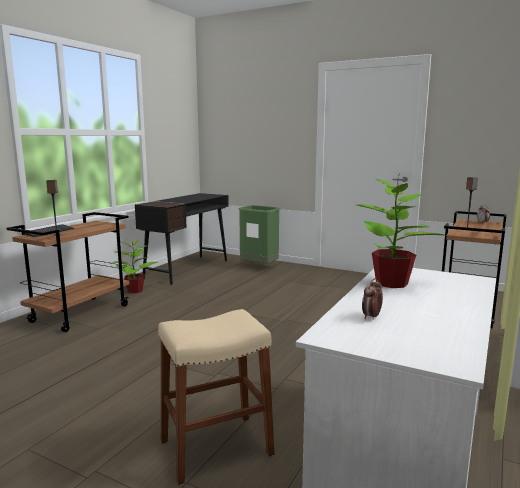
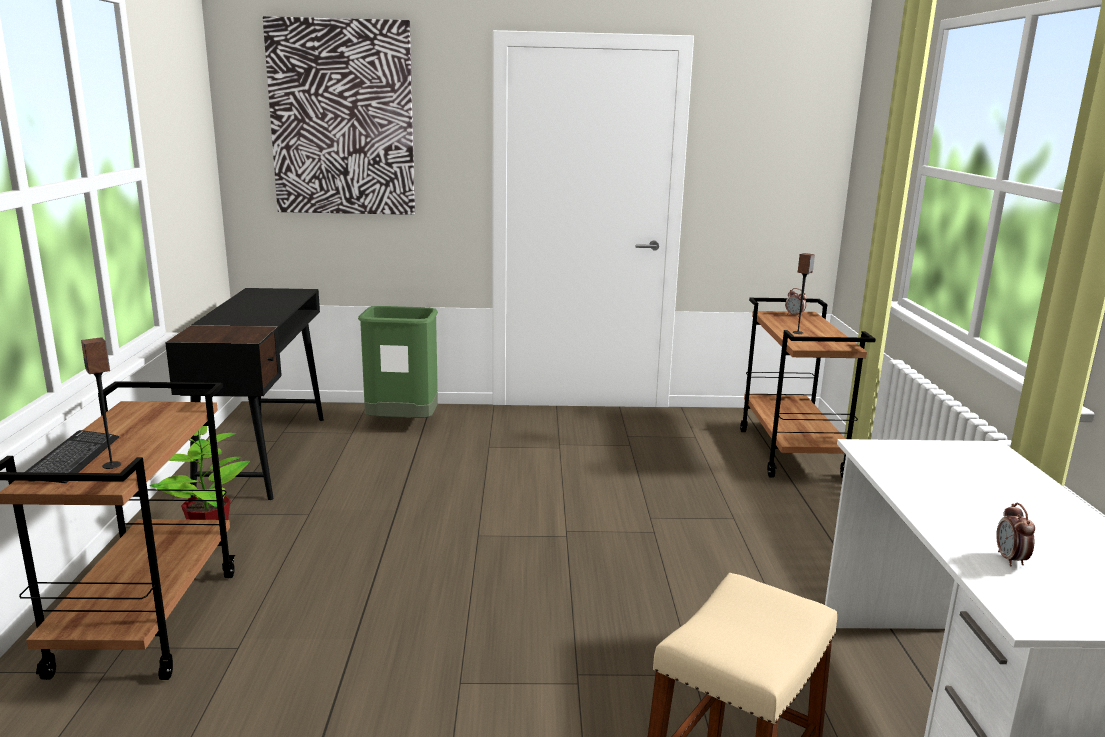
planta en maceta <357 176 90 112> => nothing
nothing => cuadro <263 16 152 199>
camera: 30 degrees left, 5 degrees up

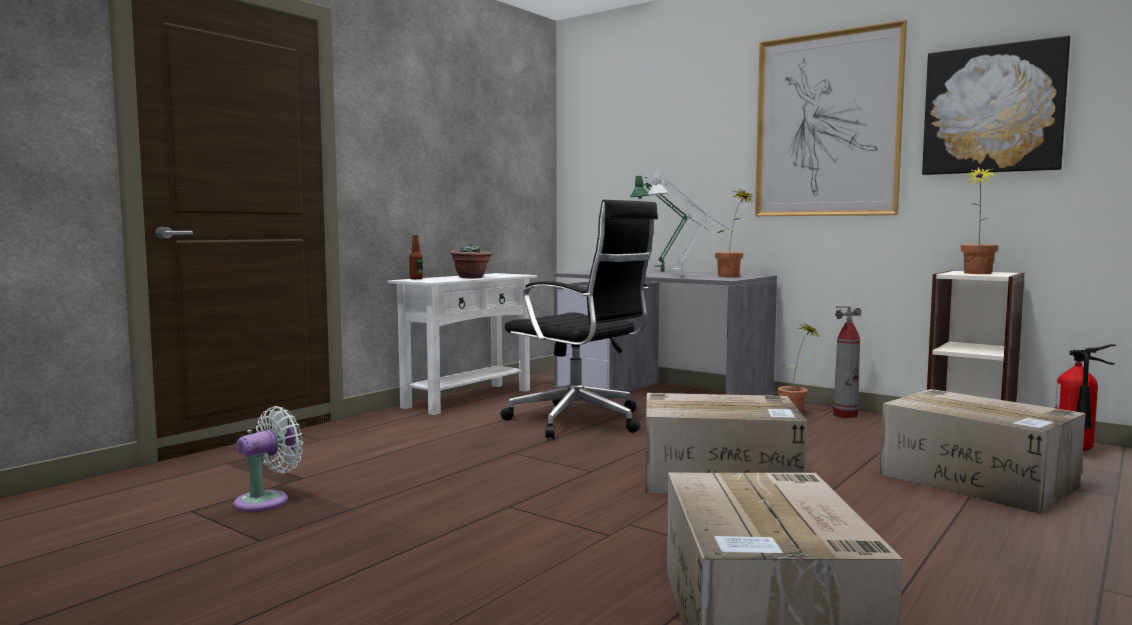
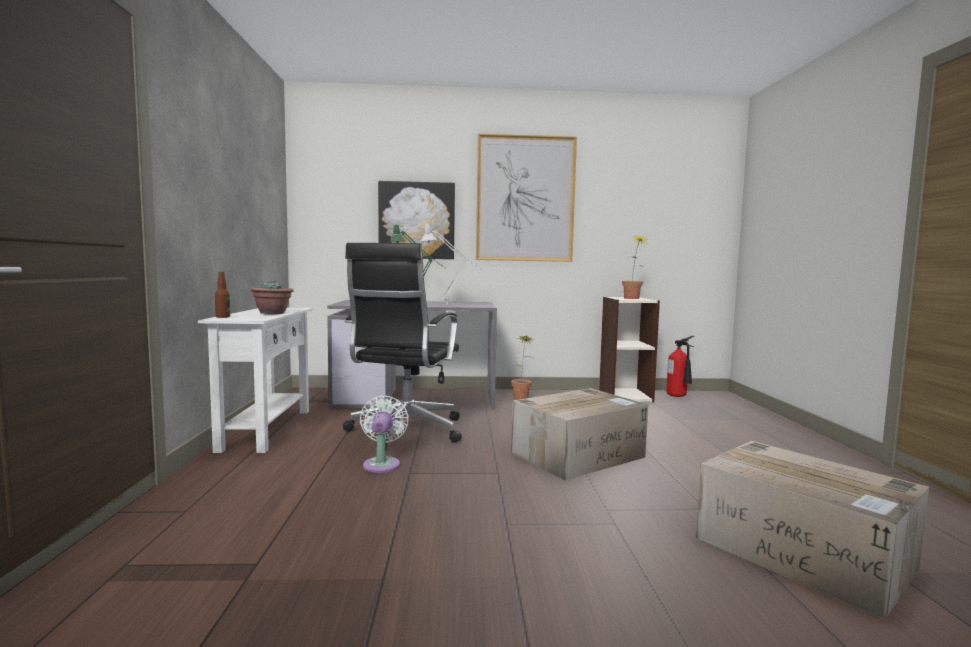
cuadro <922 36 149 139> => cuadro <378 181 77 78>, moved
planta en maceta <715 189 38 88> => nothing
silla de oficina (negro) <500 200 158 238> => silla de oficina (negro) <343 243 119 206>, 105 degrees clockwise
extintor <833 306 28 112> => nothing
caja de cartón <880 389 206 125> => nothing
ventilador (blanco) <234 406 69 106> => ventilador (blanco) <360 395 49 78>, moved
camera: 40 degrees left, 0 degrees up

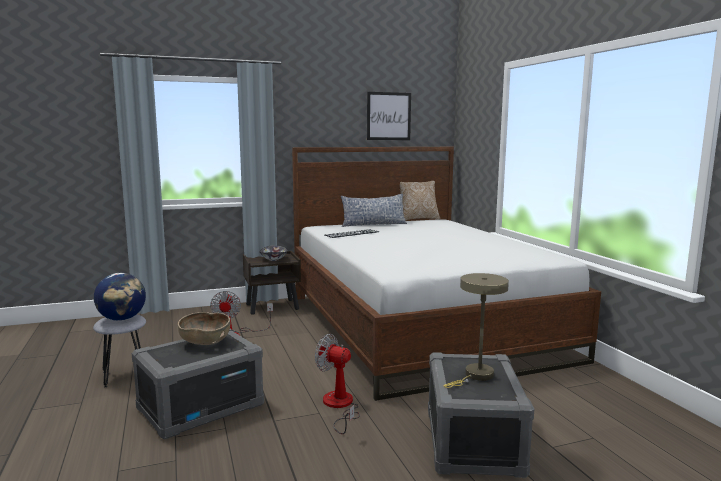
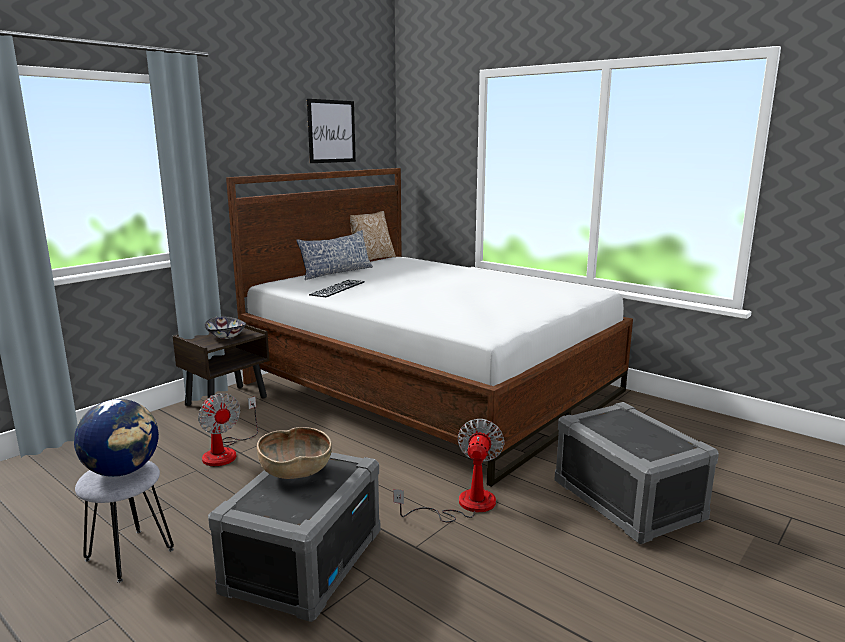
lámpara de mesa (beis) <444 273 65 115> => nothing
ventilador <315 334 45 100> => ventilador <393 419 112 103>, 105 degrees clockwise
camera: 30 degrees left, 5 degrees up

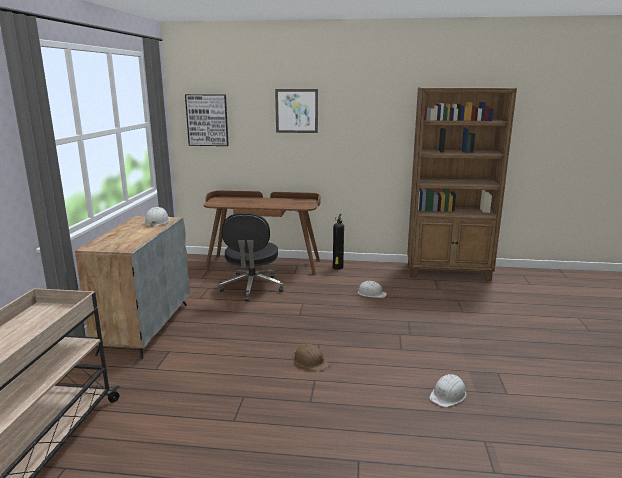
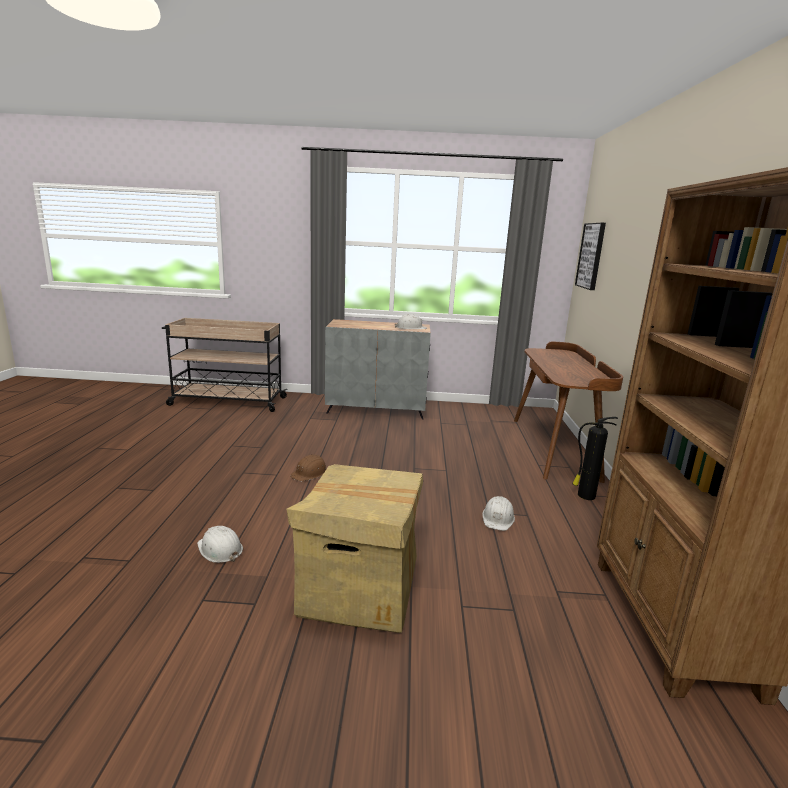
cuadro <275 89 43 44> => nothing
silla de oficina (negro) <218 213 67 89> => nothing
nothing => caja de cartón <286 464 137 169>
camera: 85 degrees right, 0 degrees up

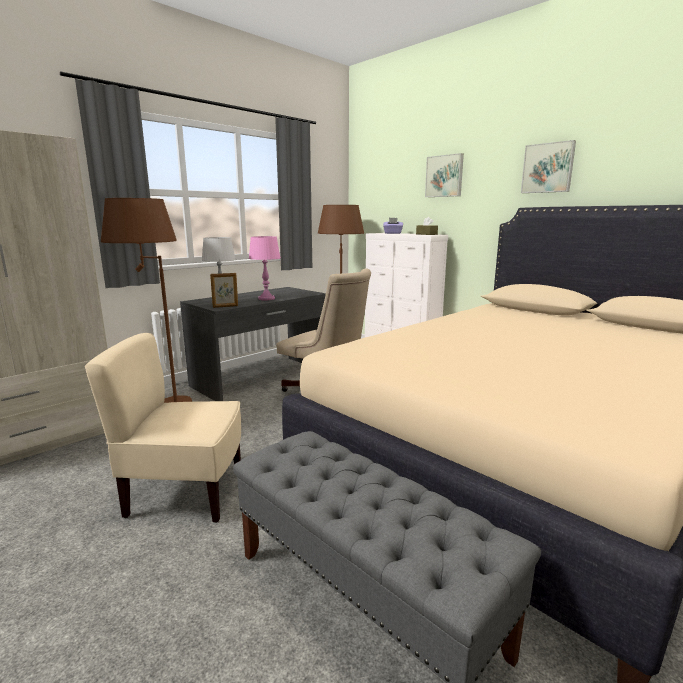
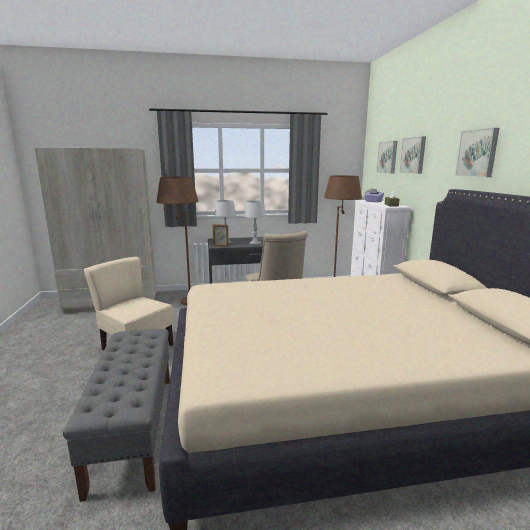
lámpara de mesa (rosa) <249 236 31 64> => lámpara de mesa (gris) <244 201 22 44>
nothing => cuadro <377 141 20 33>
camera: 35 degrees right, 0 degrees up

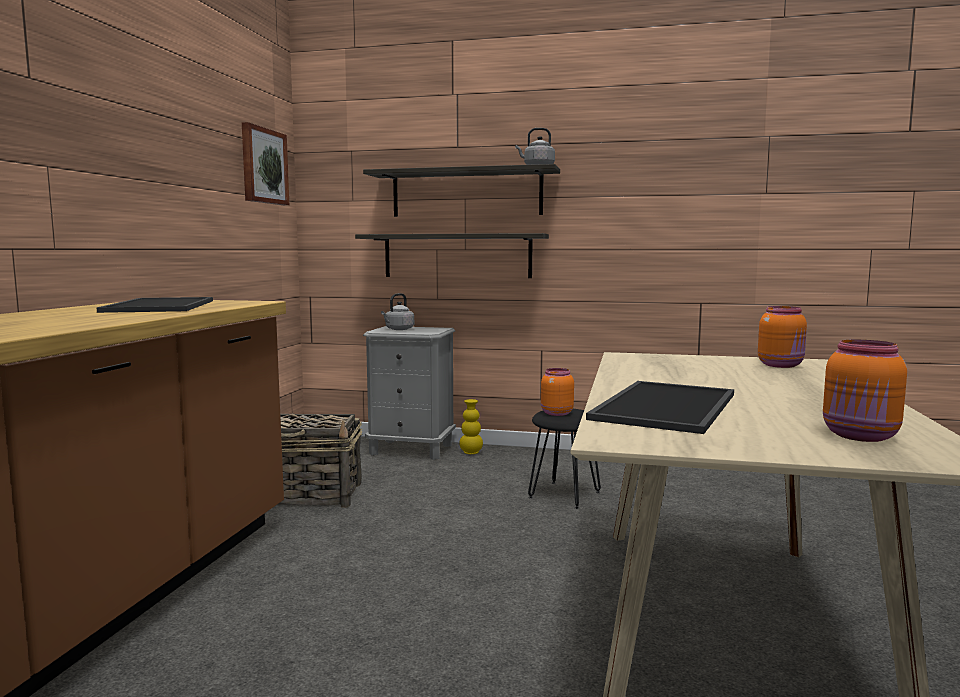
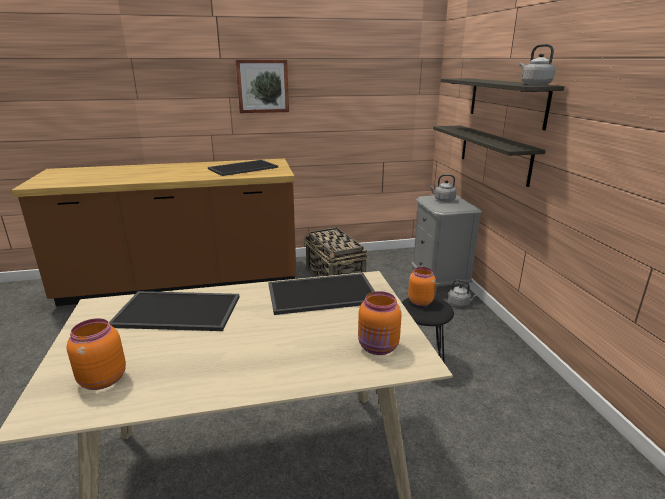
cuadro <242 122 47 83> => cuadro <236 60 53 53>, moved
florero (amarillo) <459 399 24 55> => hervidor (gris) <448 280 30 27>
nothing => bandeja <268 273 107 42>
camera: 65 degrees right, 15 degrees up

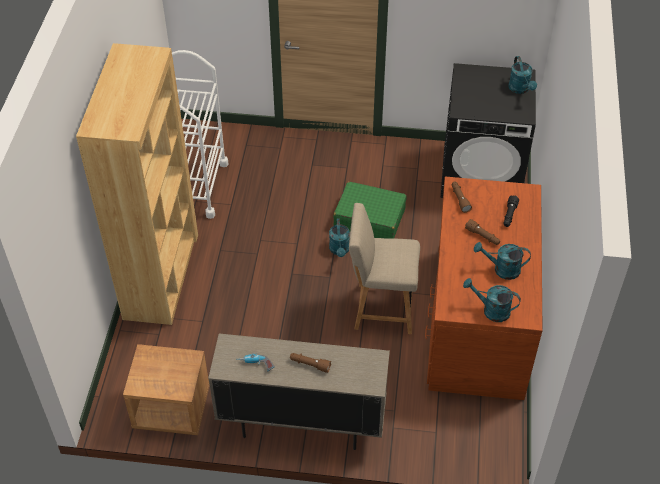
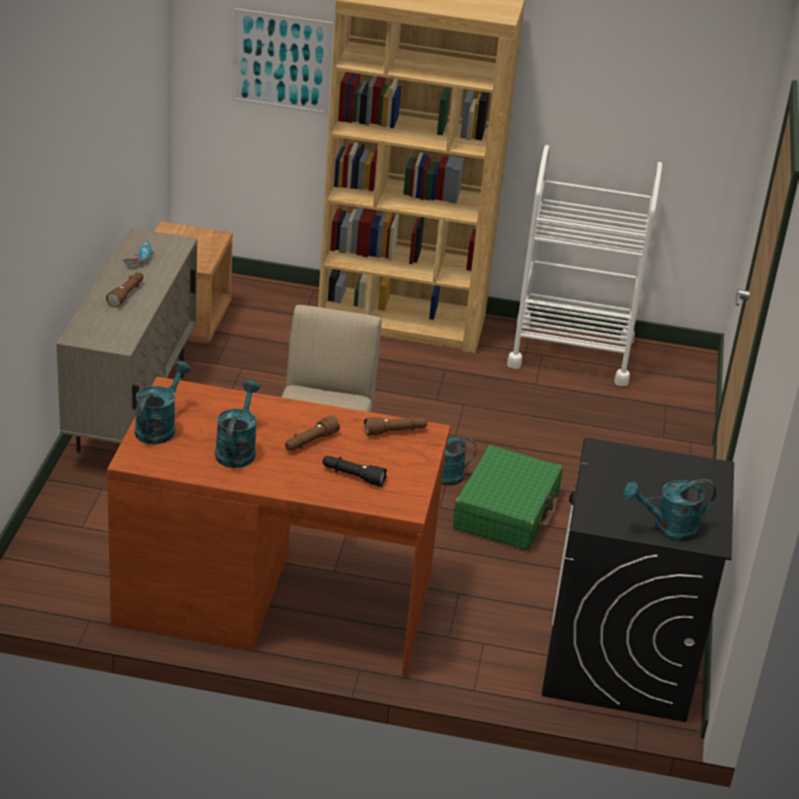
nothing => cuadro <232 8 101 107>
camera: 90 degrees right, 15 degrees down

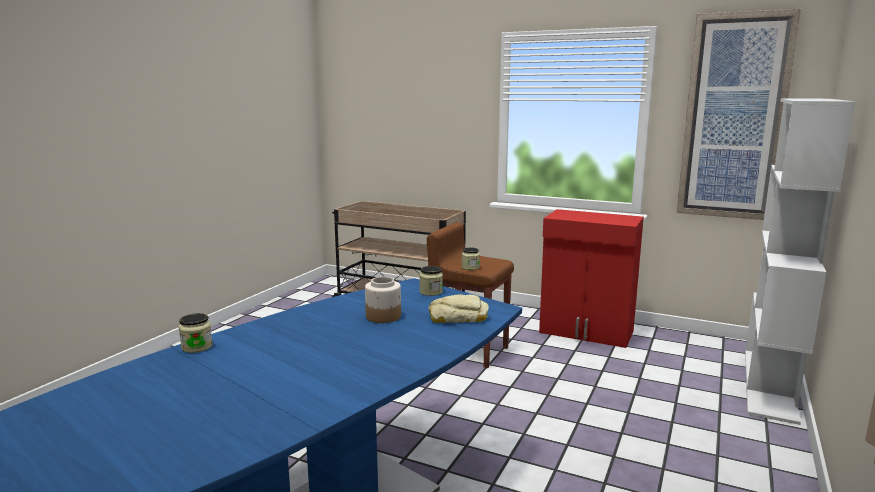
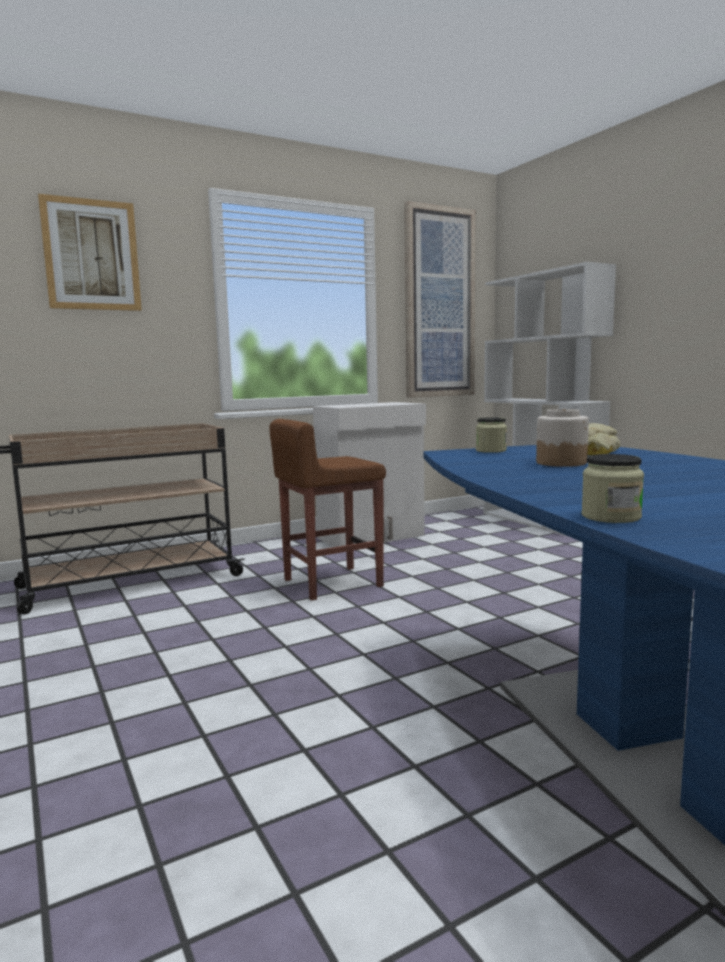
armario (rojo) <539 209 105 139> => armario (blanco) <313 402 113 145>
tarro <462 247 18 23> => nothing
nothing => cuadro <38 194 104 117>
camera: 55 degrees left, 5 degrees down

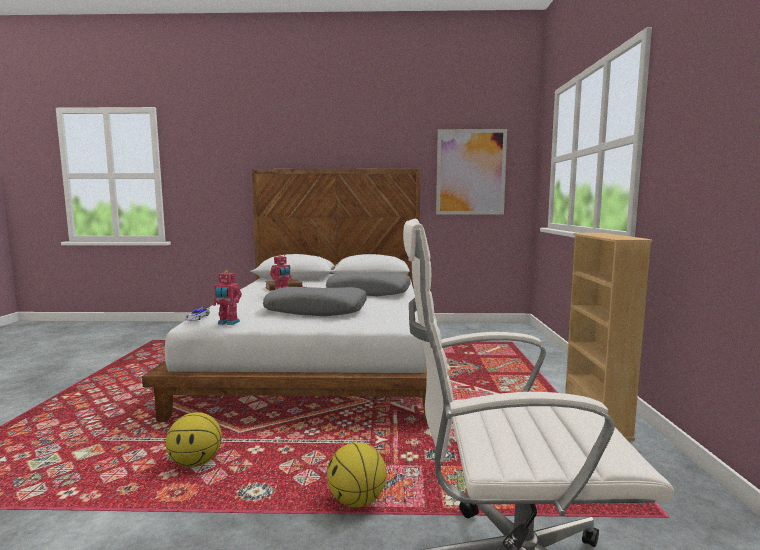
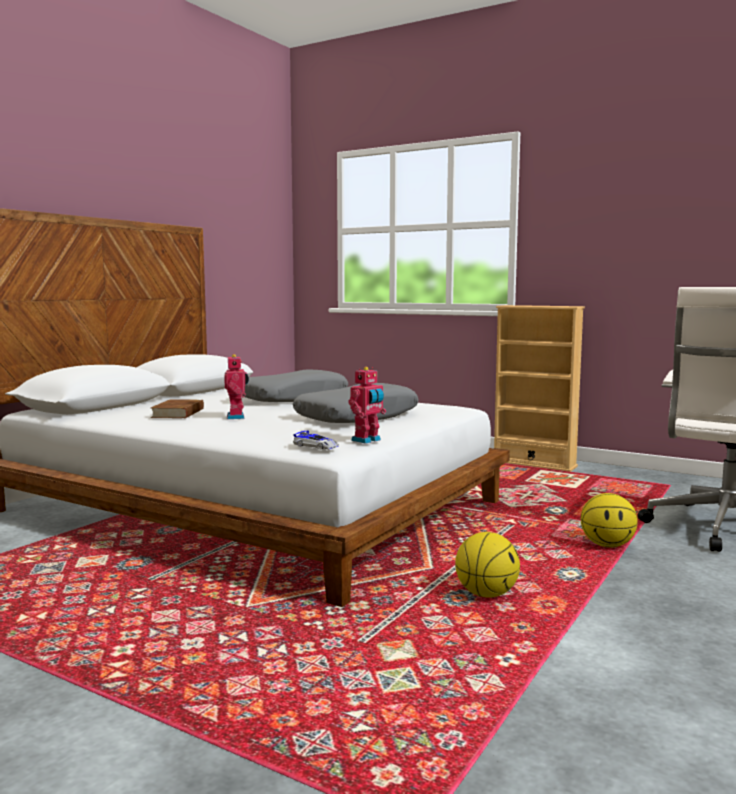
cuadro <436 129 71 86> => nothing
camera: 60 degrees left, 0 degrees up

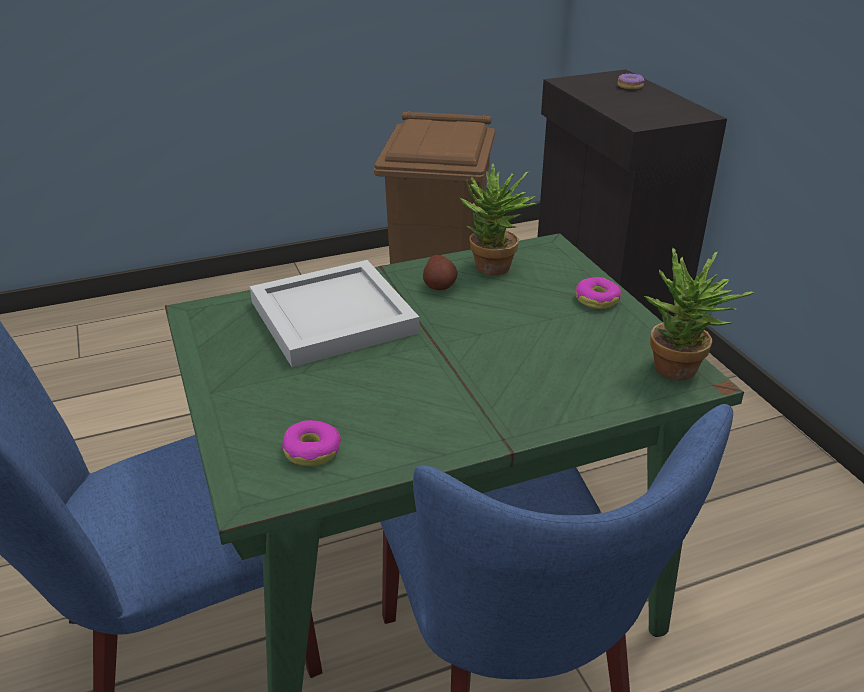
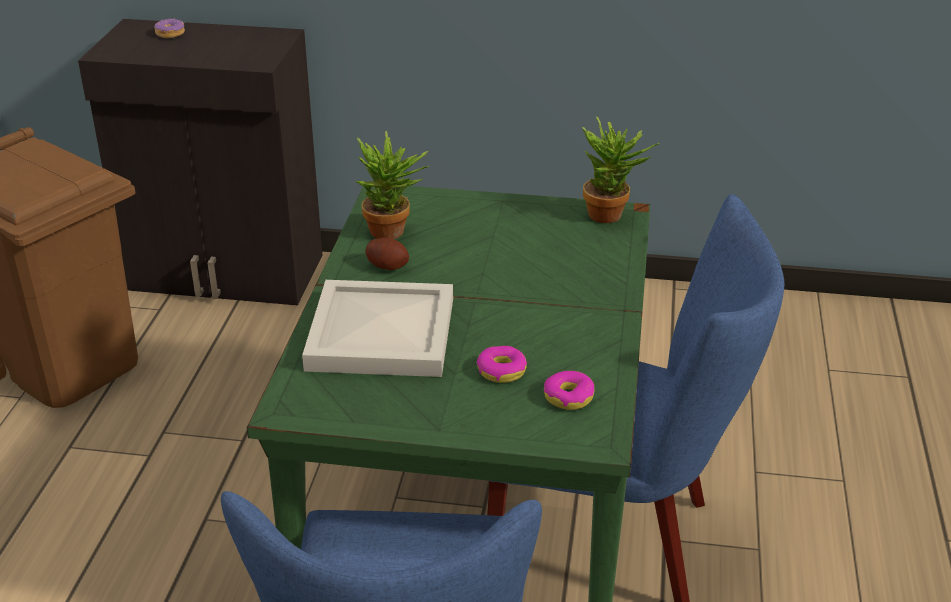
rosquilla <576 277 45 32> => rosquilla <477 346 50 37>, moved
camera: 60 degrees left, 0 degrees up

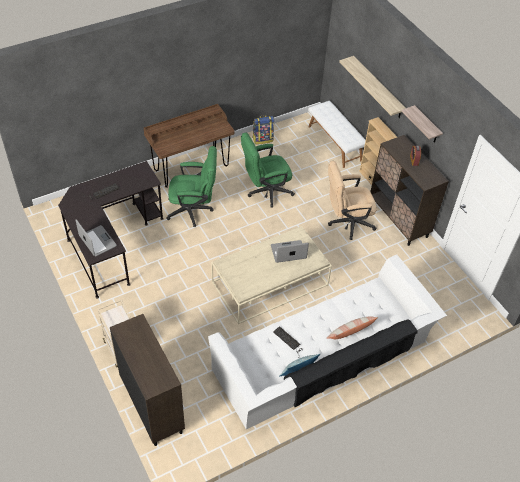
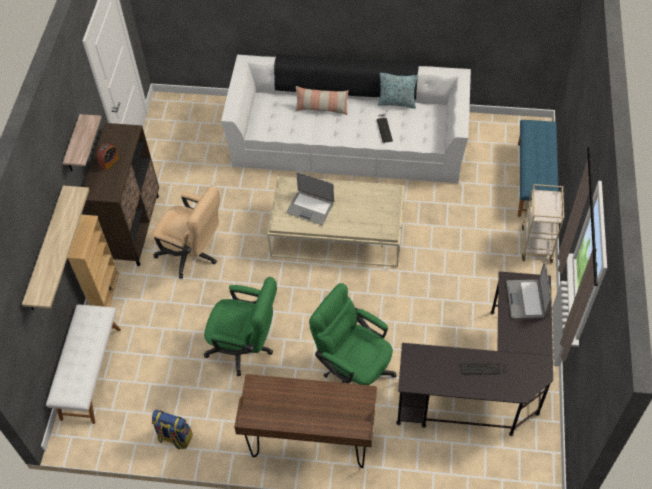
armario (marrón) <110 314 75 132> => banco (azul) <518 120 41 97>
camera: 140 degrees left, 5 degrees up

